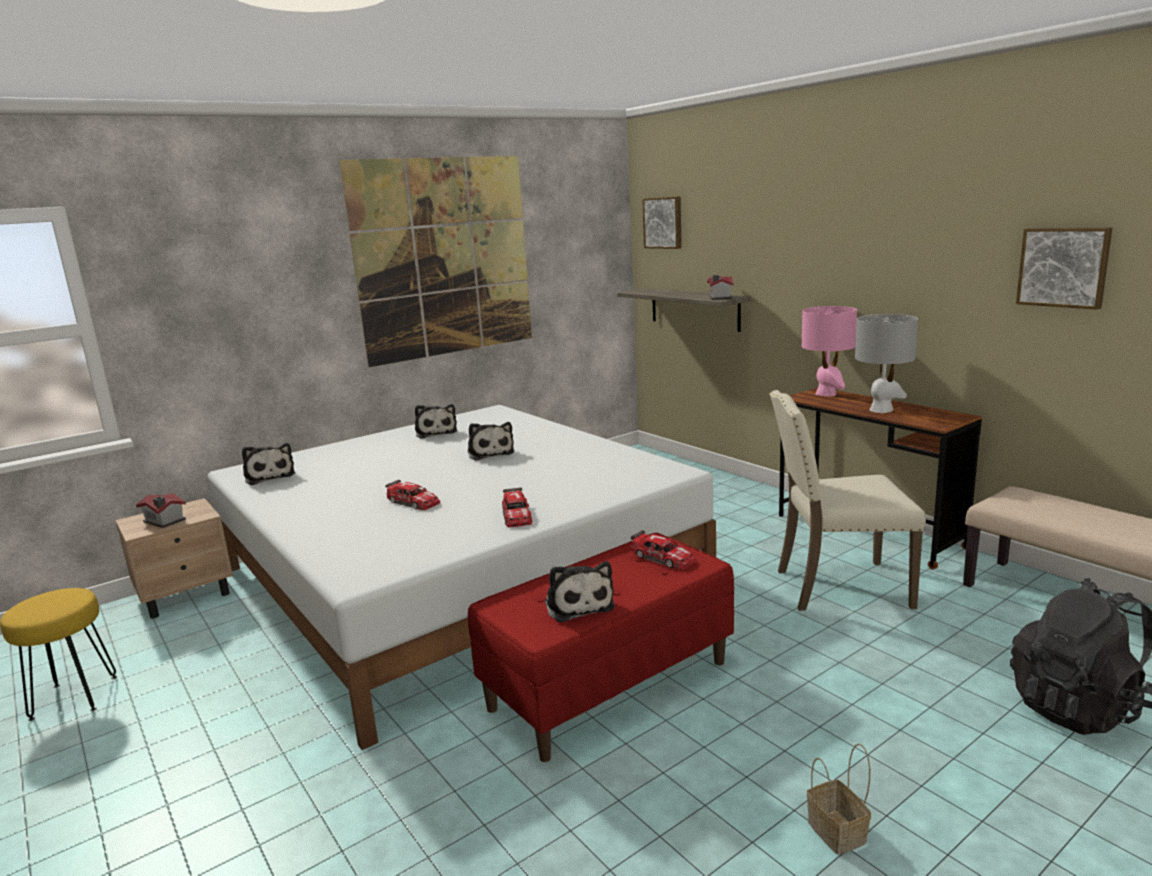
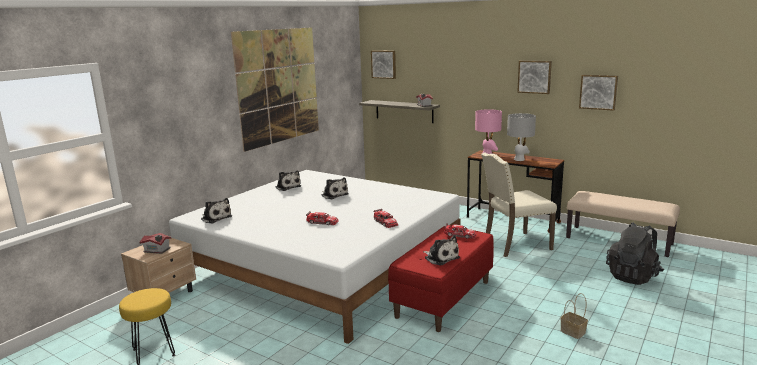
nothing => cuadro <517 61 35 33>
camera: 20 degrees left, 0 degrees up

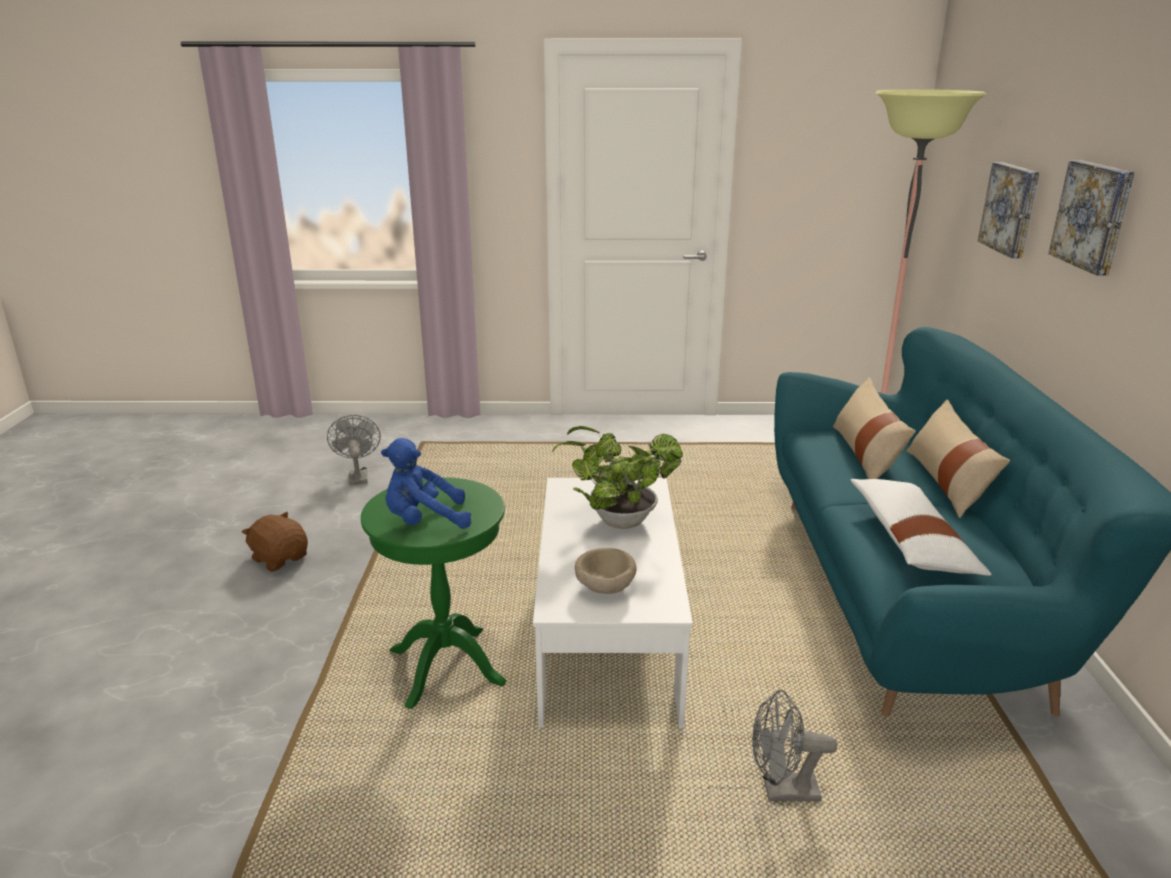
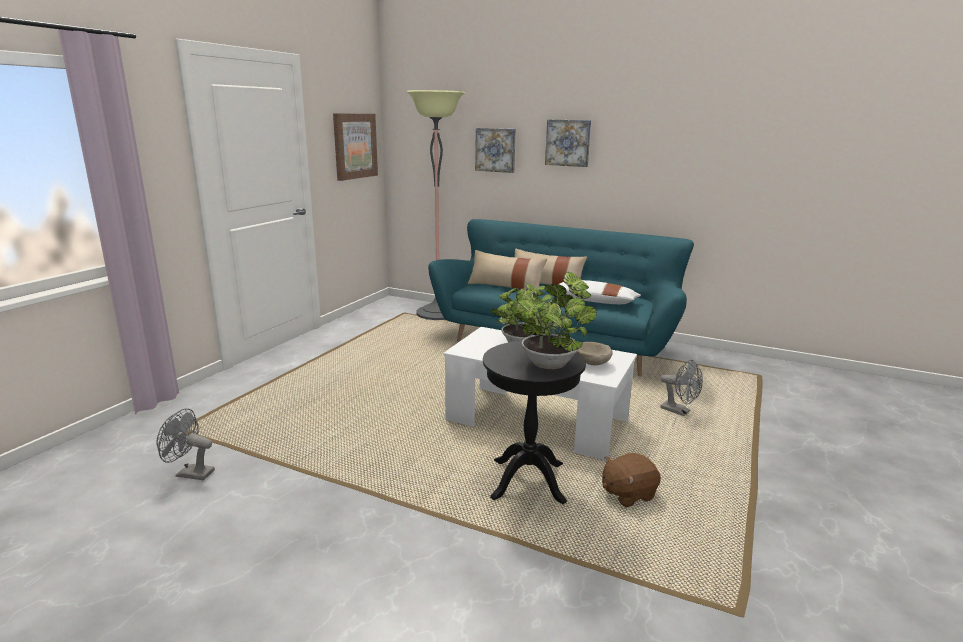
peluche (azul) <381 438 90 91> => planta en maceta <514 272 83 97>
mesa auxiliar (verde) <361 477 145 232> => mesa auxiliar (negro) <483 341 103 163>
peluche (marrón) <242 512 66 60> => peluche (marrón) <602 453 59 55>, moved
ventilador (gris) <752 690 85 112> => ventilador (gris) <660 360 43 56>, 75 degrees counterclockwise
nothing => cuadro <333 113 45 68>
camera: 65 degrees left, 5 degrees down

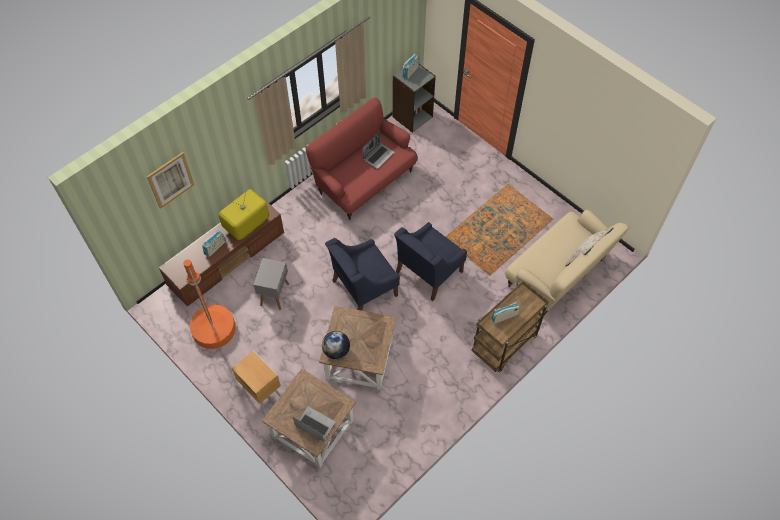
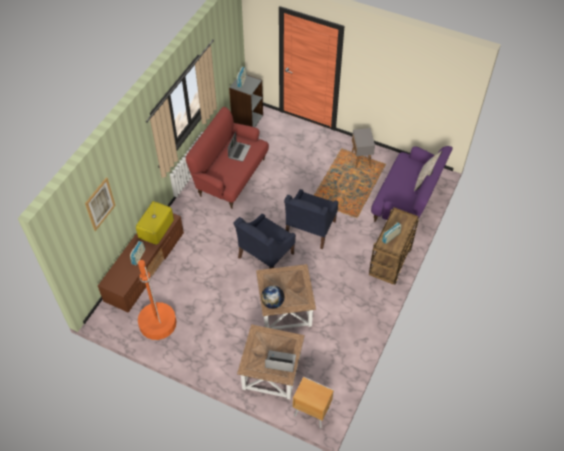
sofá (beis) <505 210 124 105> => sofá (morado) <371 146 82 76>
mesa auxiliar (gris) <253 258 36 52> => mesa auxiliar (gris) <351 128 24 40>, moved
mesita de noche (marrón) <232 351 49 61> => mesita de noche (marrón) <293 377 41 51>, moved
camera: 20 degrees left, 5 degrees down

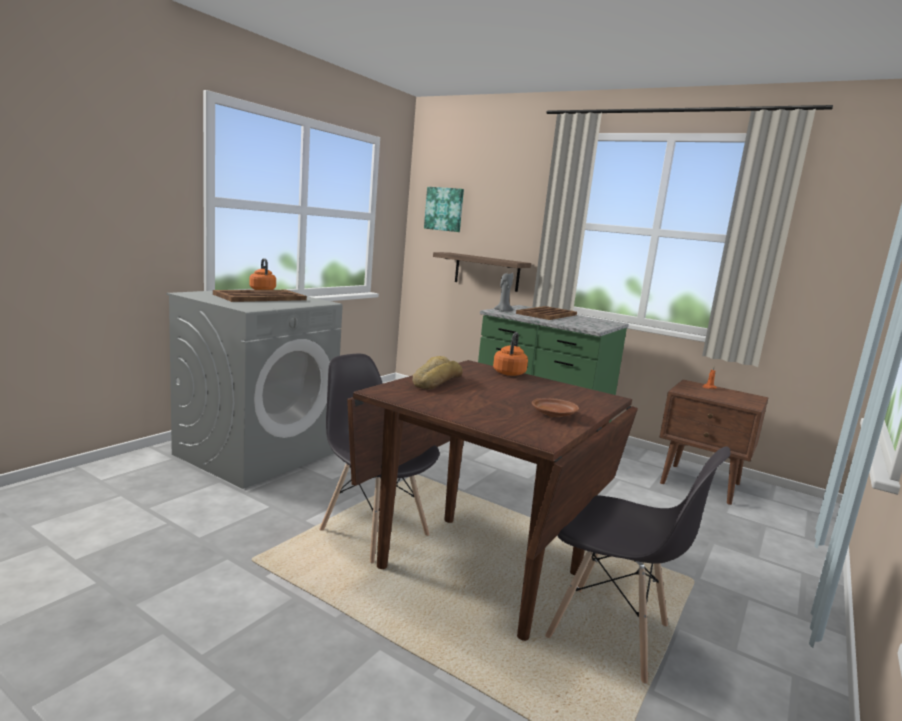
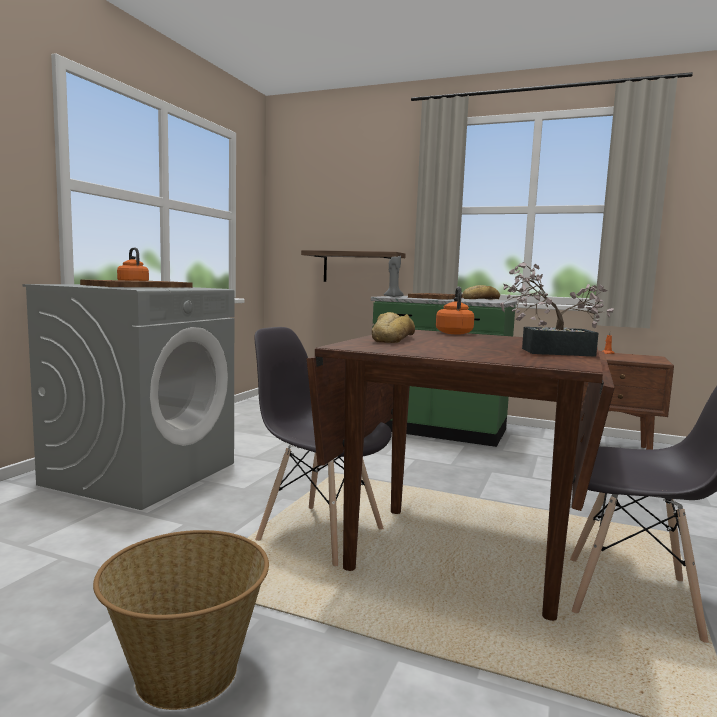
cuadro <424 187 40 45> => nothing
plato (marrón) <532 398 47 19> => planta en maceta <500 262 114 95>
nothing => pan <462 285 38 14>
nothing => cesta <93 530 176 180>
camera: 10 degrees left, 5 degrees down

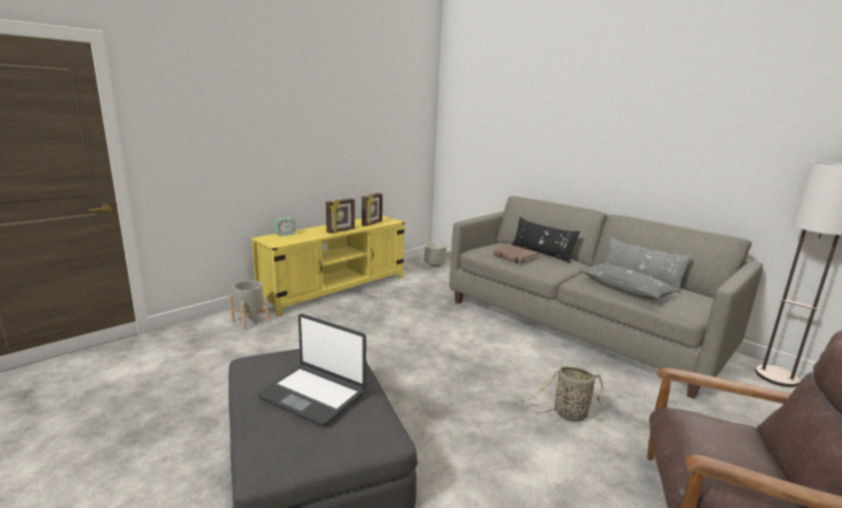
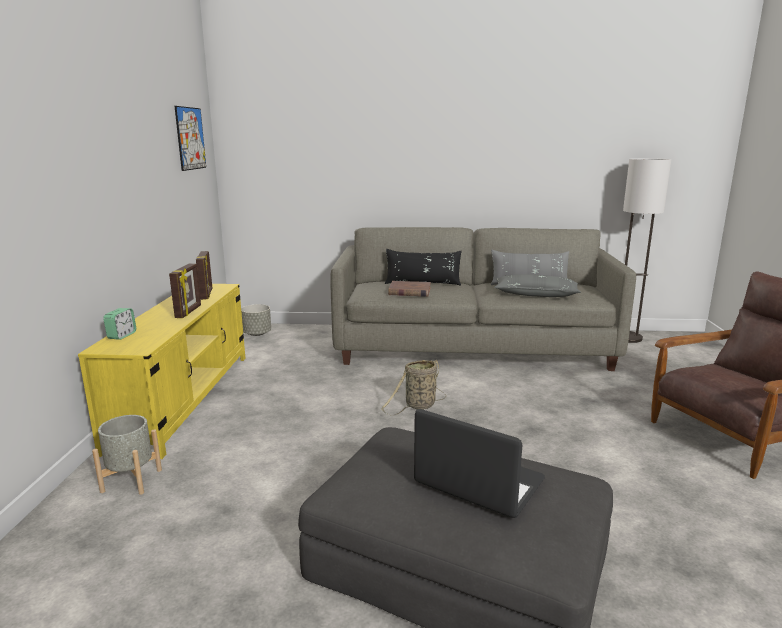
portátil <257 314 109 112> => portátil <414 409 131 109>, 135 degrees counterclockwise
cesta <521 366 85 56> => cesta <381 360 65 55>, moved
nothing => cuadro <174 106 32 65>
camera: 40 degrees left, 0 degrees up

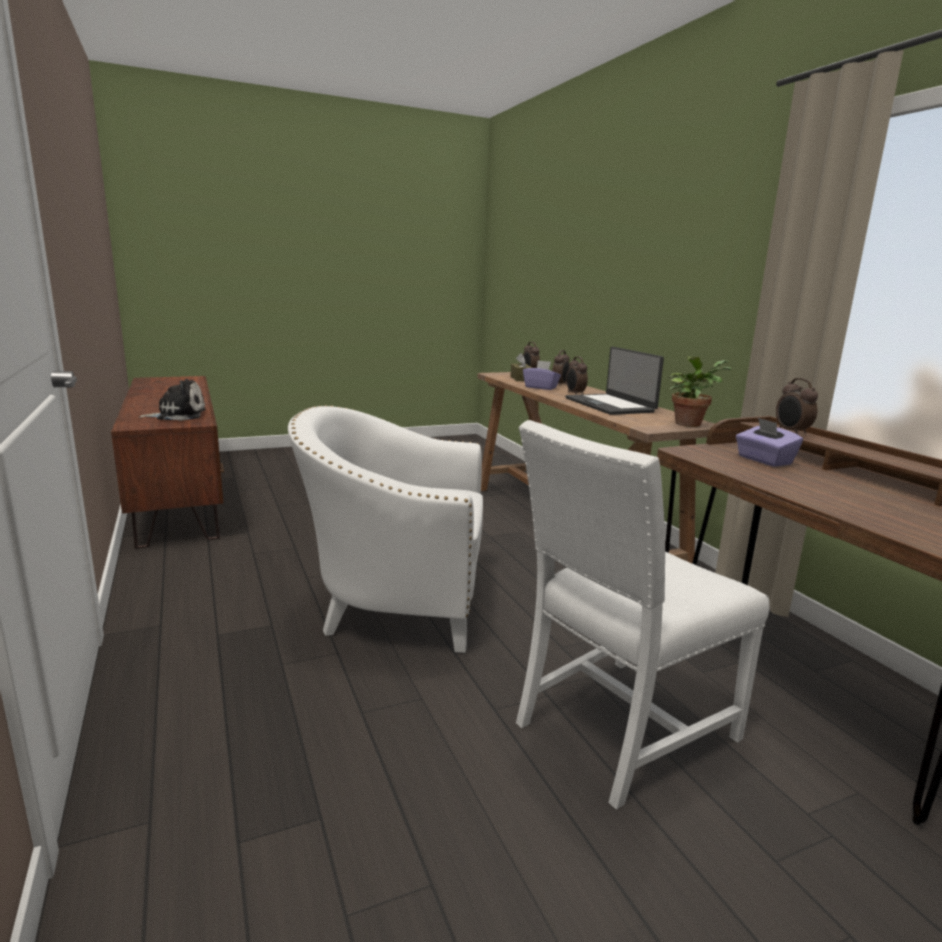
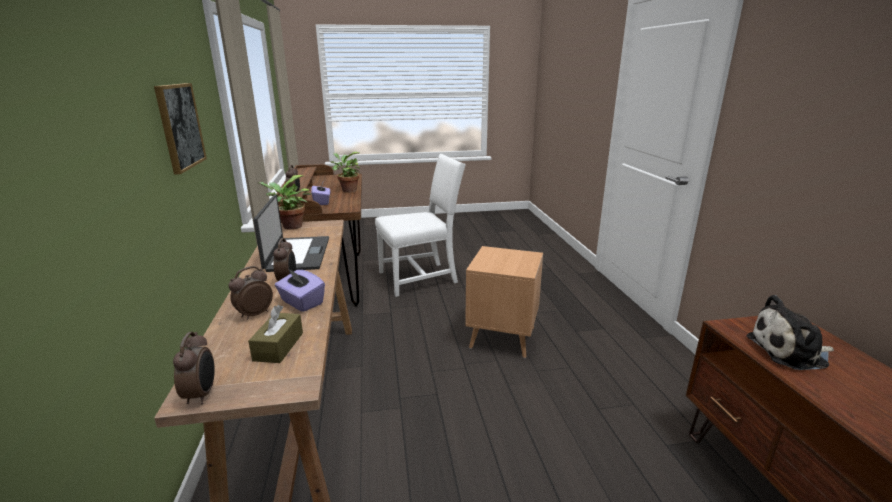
sillón (blanco) <288 405 195 248> => mesa auxiliar (marrón) <465 246 78 112>
nothing => cuadro <154 83 53 92>
nothing => planta en maceta <331 152 30 41>
camera: 165 degrees left, 5 degrees up

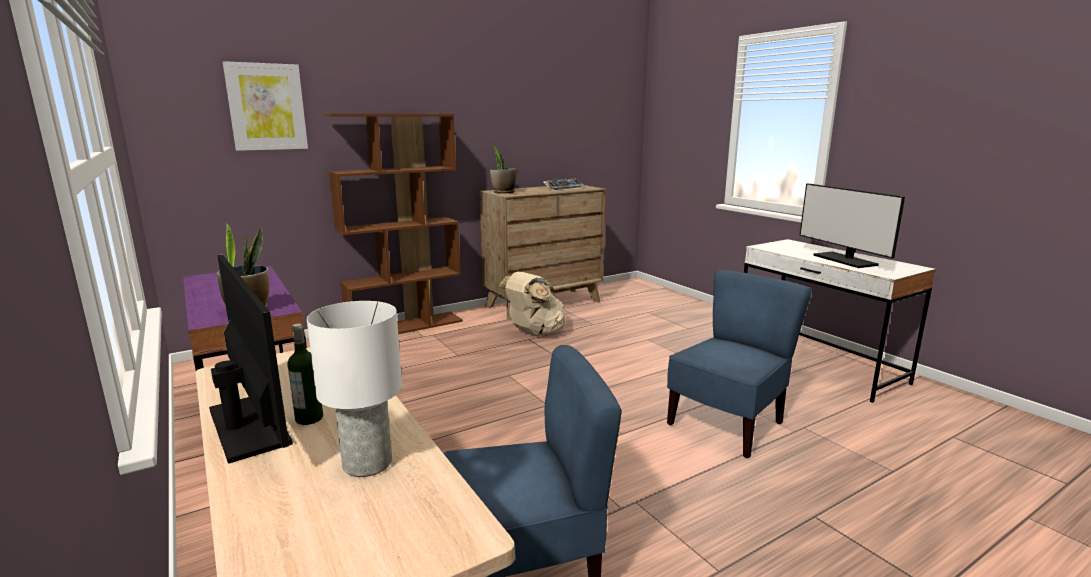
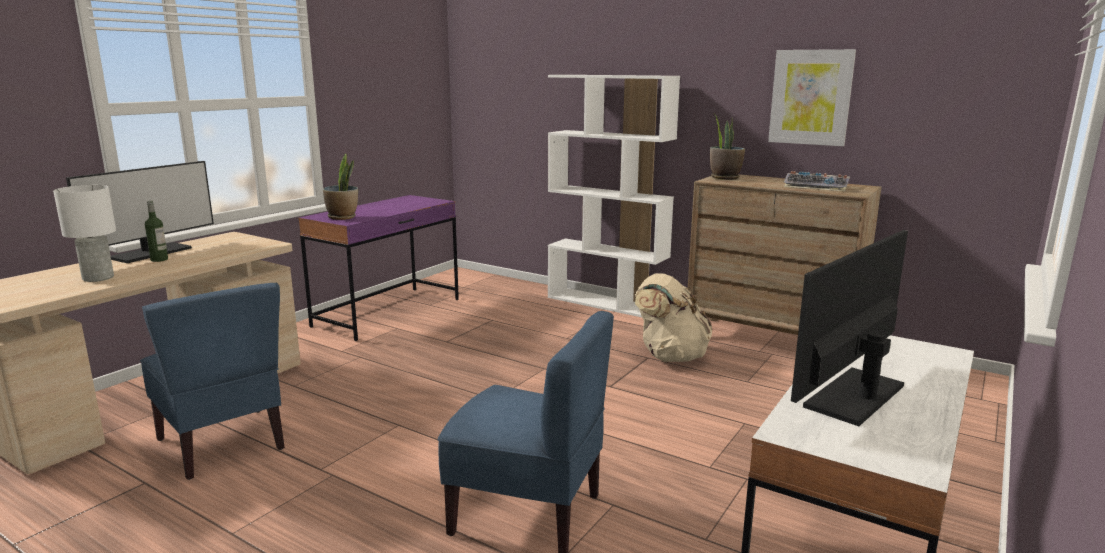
cuadro <223 61 85 90> => cuadro <768 49 88 97>, moved
estantería (marrón) <323 114 140 220> => estantería (blanco) <548 75 132 242>
camera: 65 degrees right, 0 degrees up

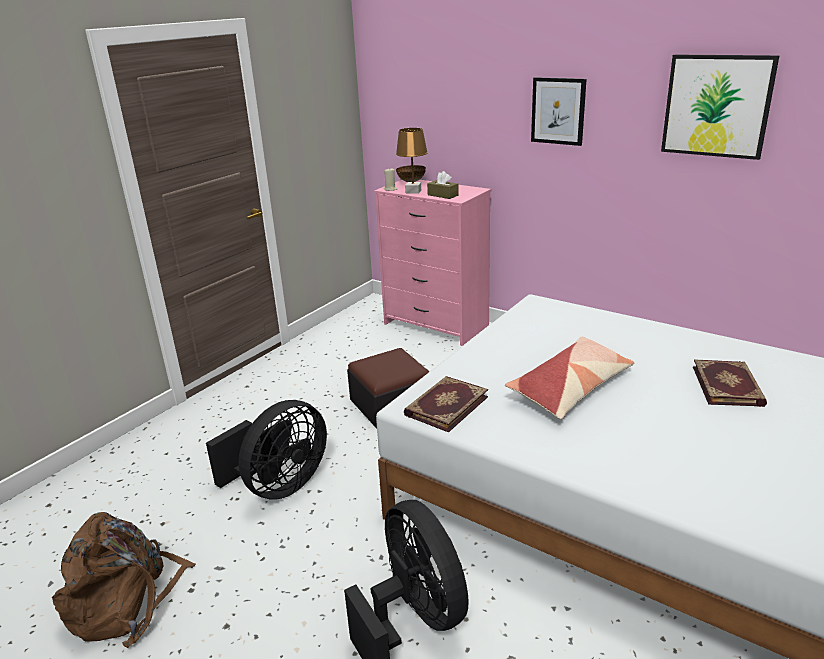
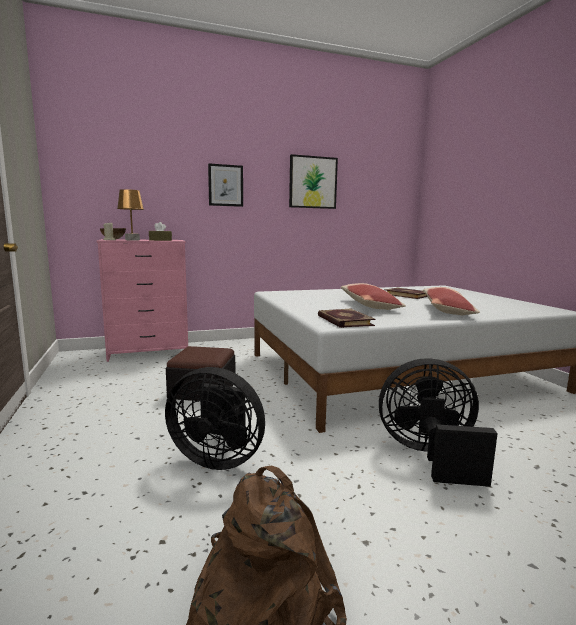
ventilador (negro) <206 400 121 100> => ventilador (negro) <165 367 100 103>, 120 degrees clockwise
nothing => cojín <423 287 57 29>
camera: 55 degrees left, 15 degrees down

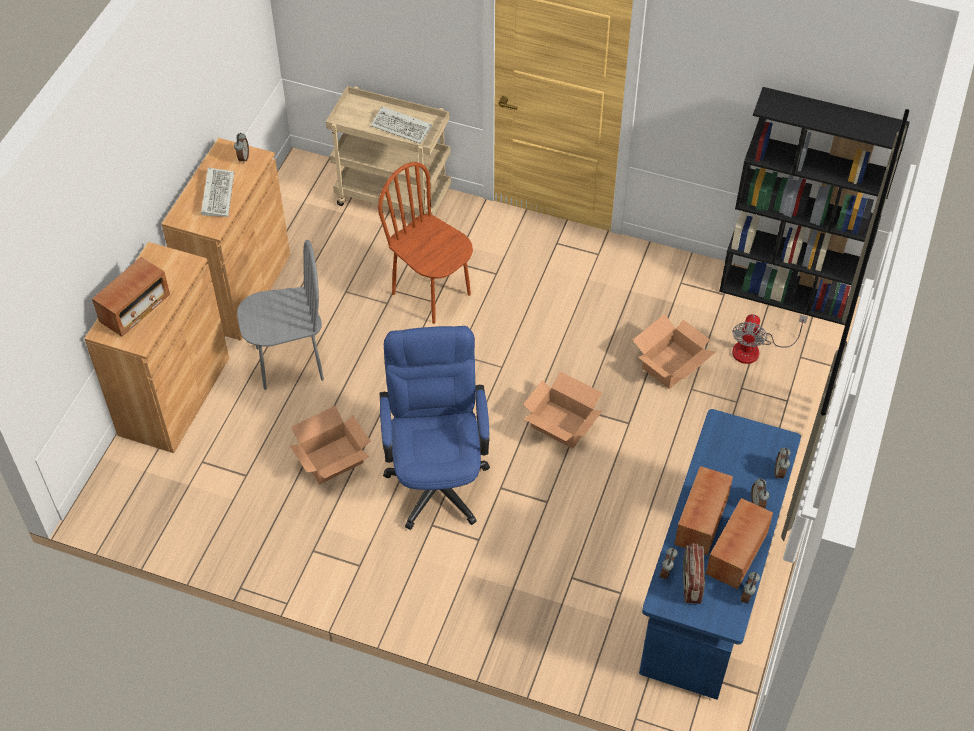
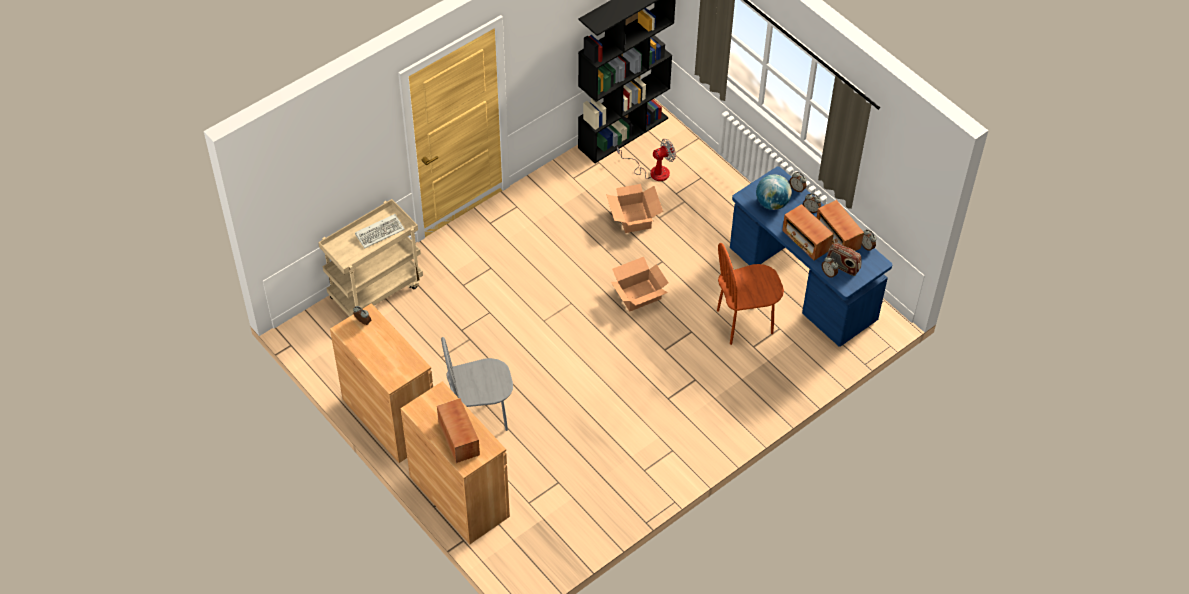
silla (marrón) <378 162 95 162> => silla (marrón) <717 243 67 102>, moved
teclado <201 168 33 49> => nothing
silla (gris) <237 240 87 150> => silla (gris) <441 337 72 94>, 120 degrees counterclockwise
ventilador <732 314 76 50> => ventilador <617 139 59 42>, 75 degrees counterclockwise
silla de oficina (azul) <380 326 110 204> => nothing
caja de cartón <290 406 80 78> => nothing
nothing => globo terráqueo <756 174 36 36>
camera: 60 degrees left, 0 degrees up

